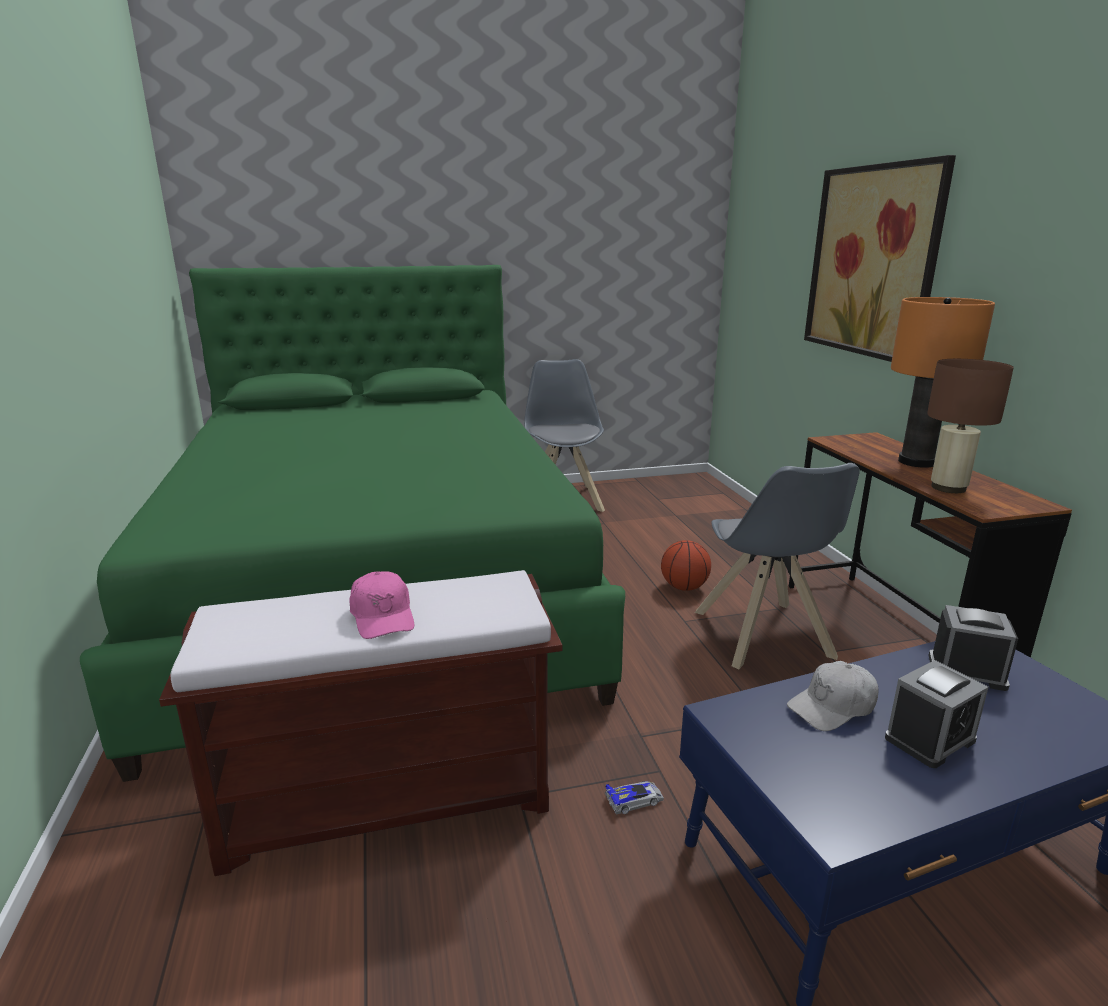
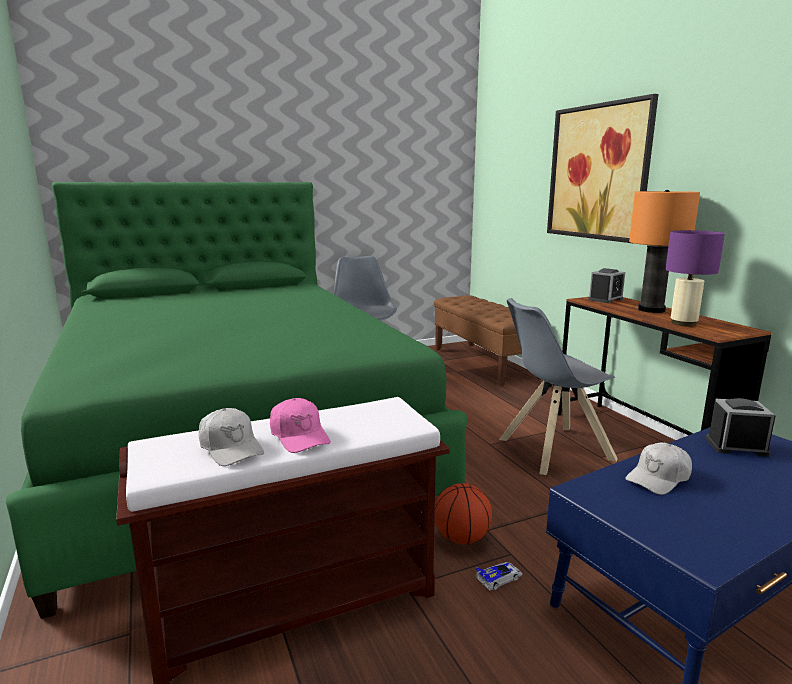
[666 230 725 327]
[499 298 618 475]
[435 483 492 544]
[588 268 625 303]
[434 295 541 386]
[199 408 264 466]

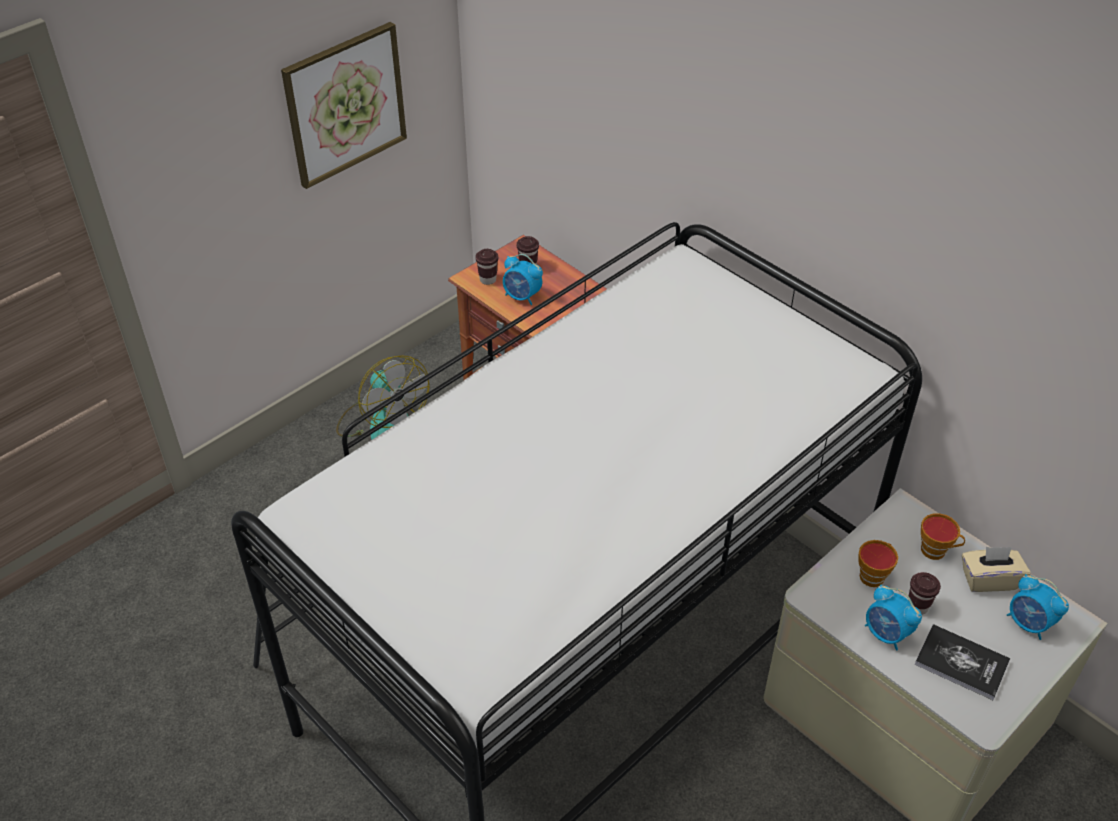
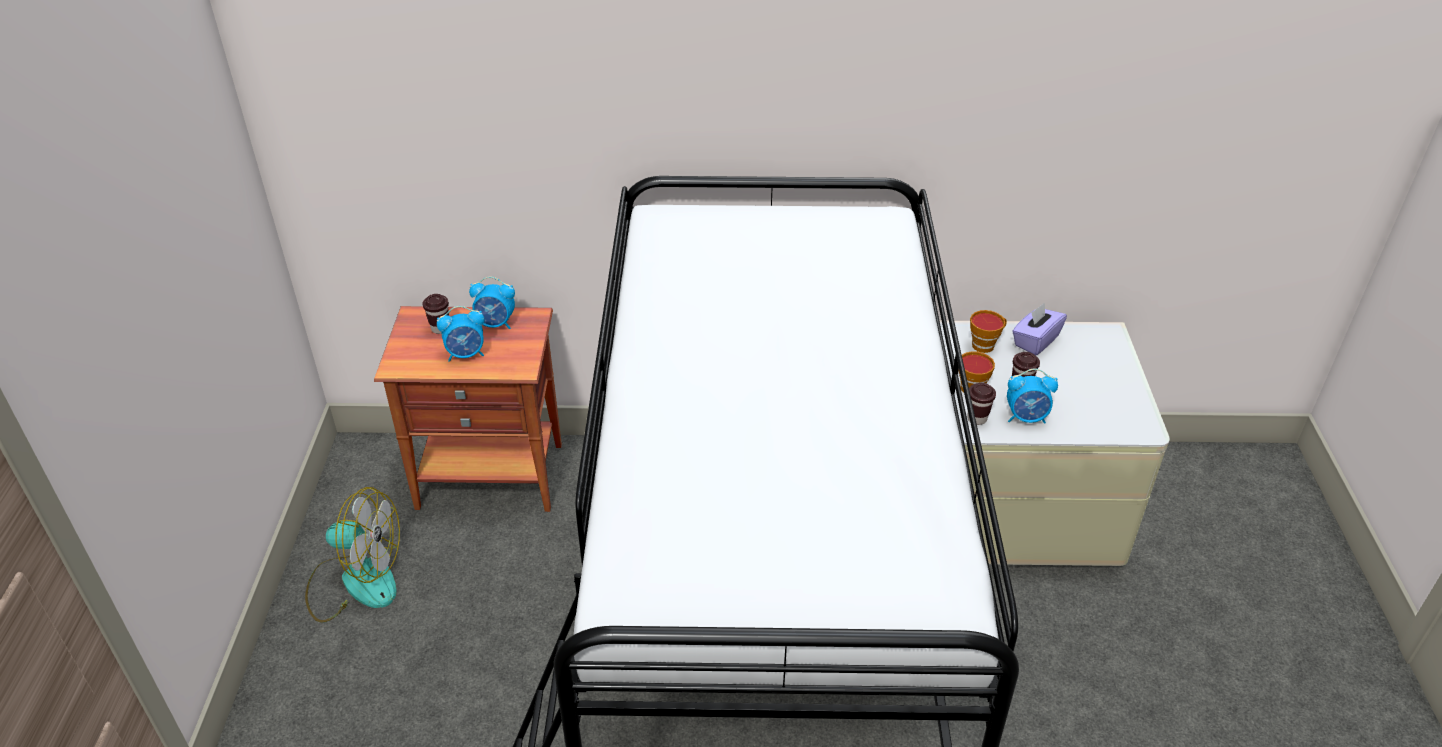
[281 22 407 189] (first image)
[967 383 996 425]
[1012 303 1067 355]
[469 276 515 329]
[914 624 1010 700] (first image)

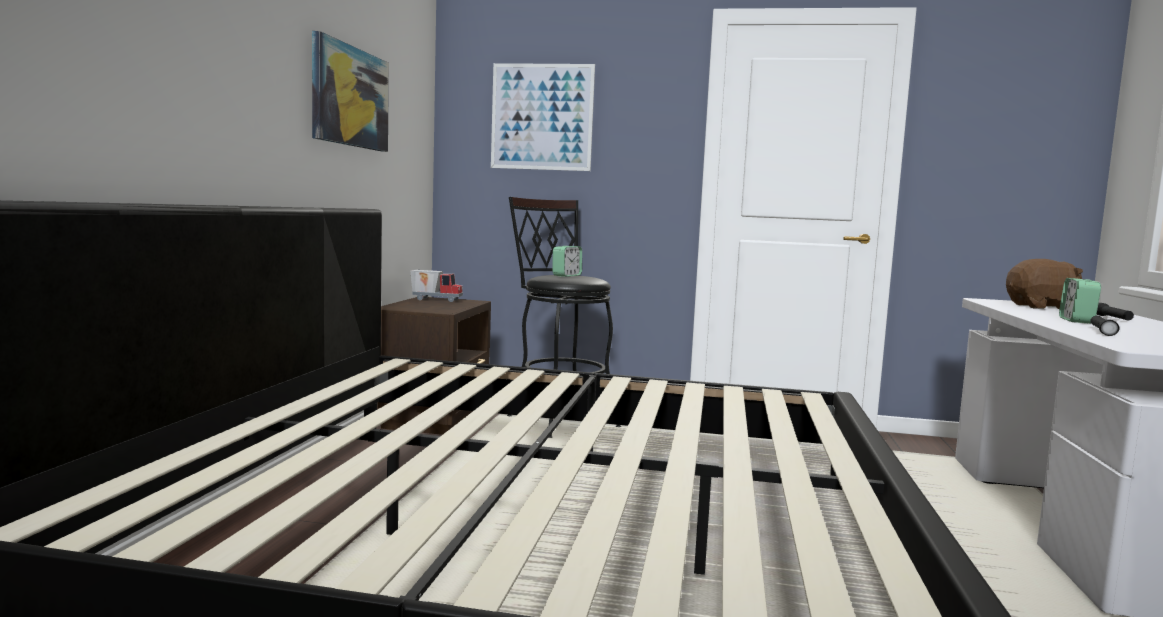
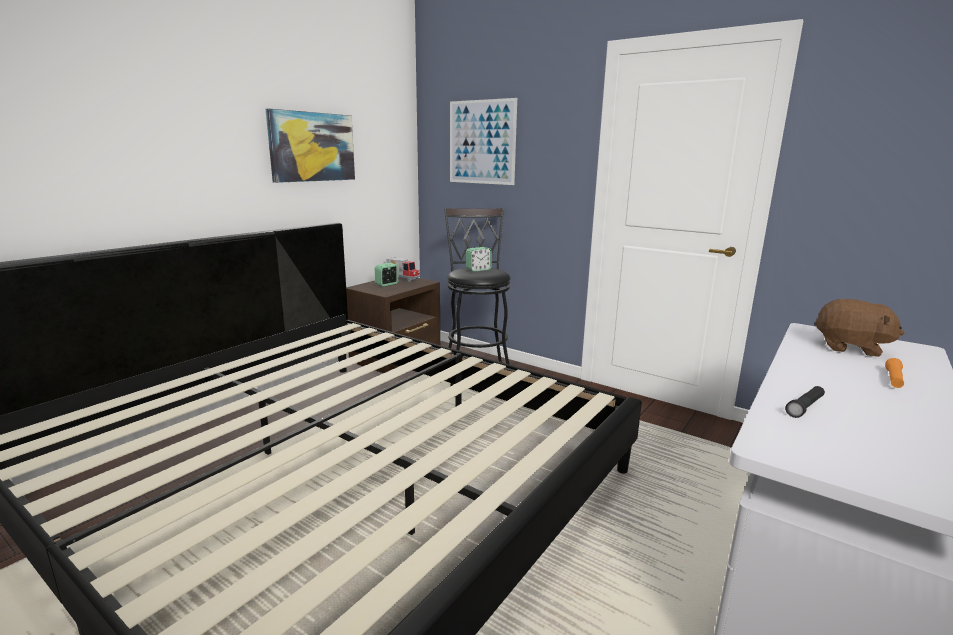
[375 263 399 287]
[885 358 904 388]

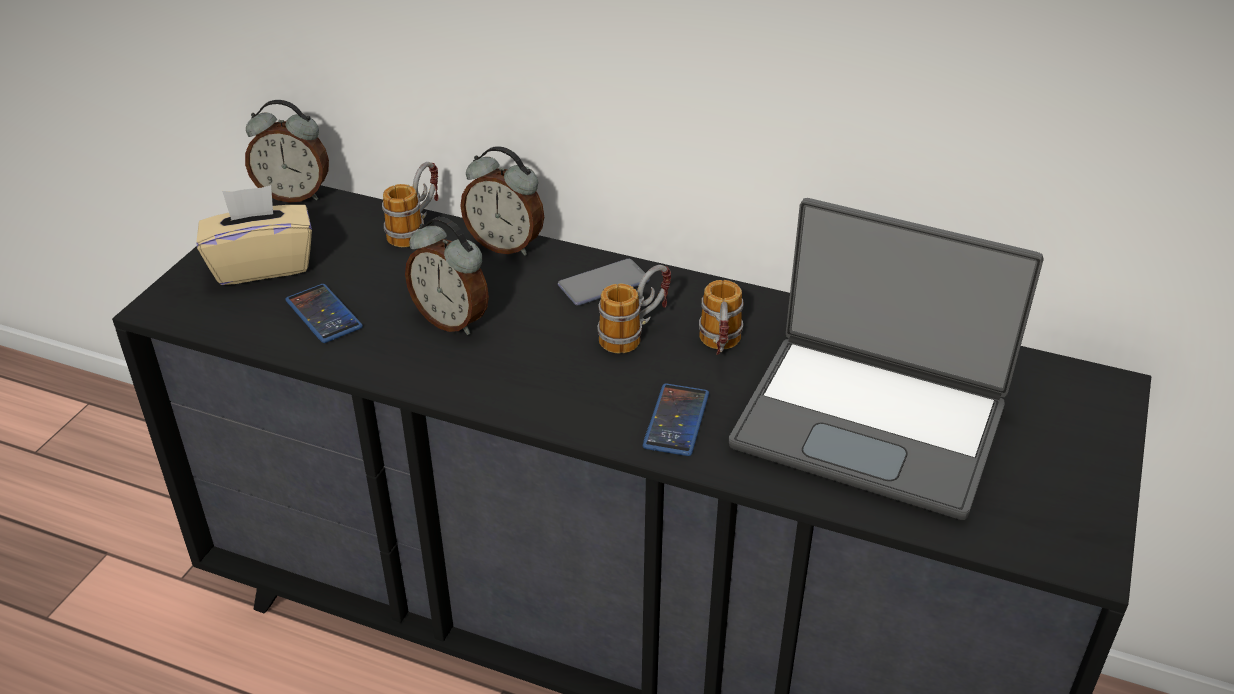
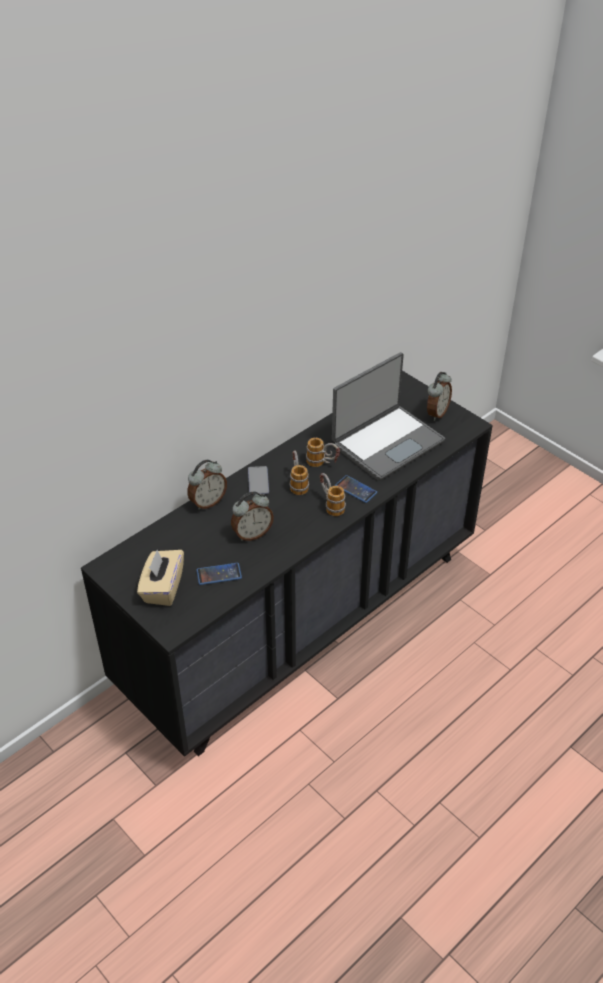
[427 372 452 421]
[320 473 346 516]

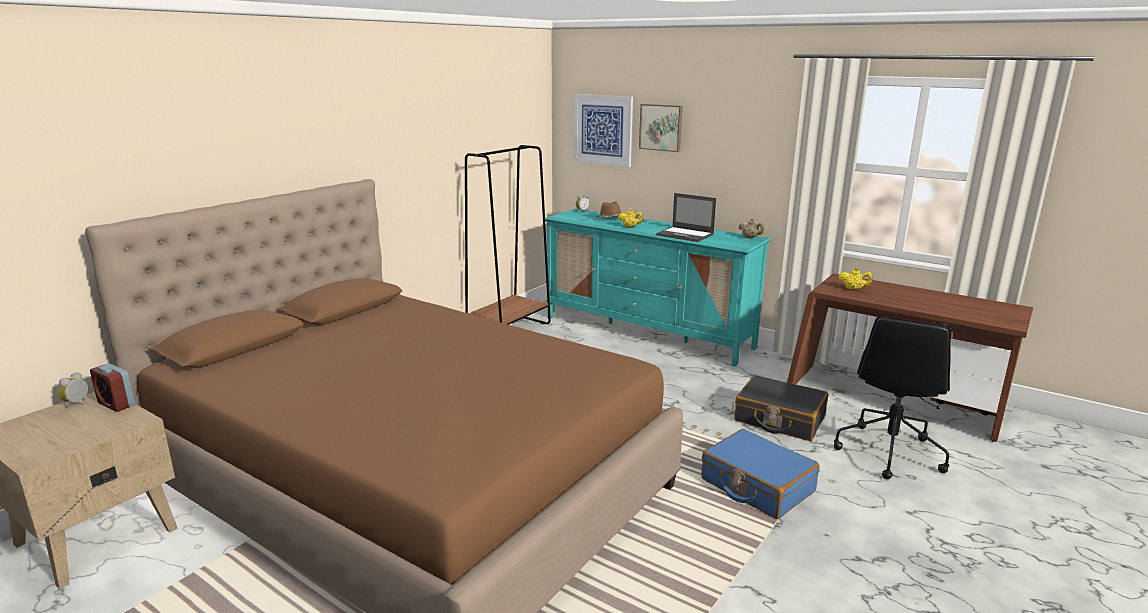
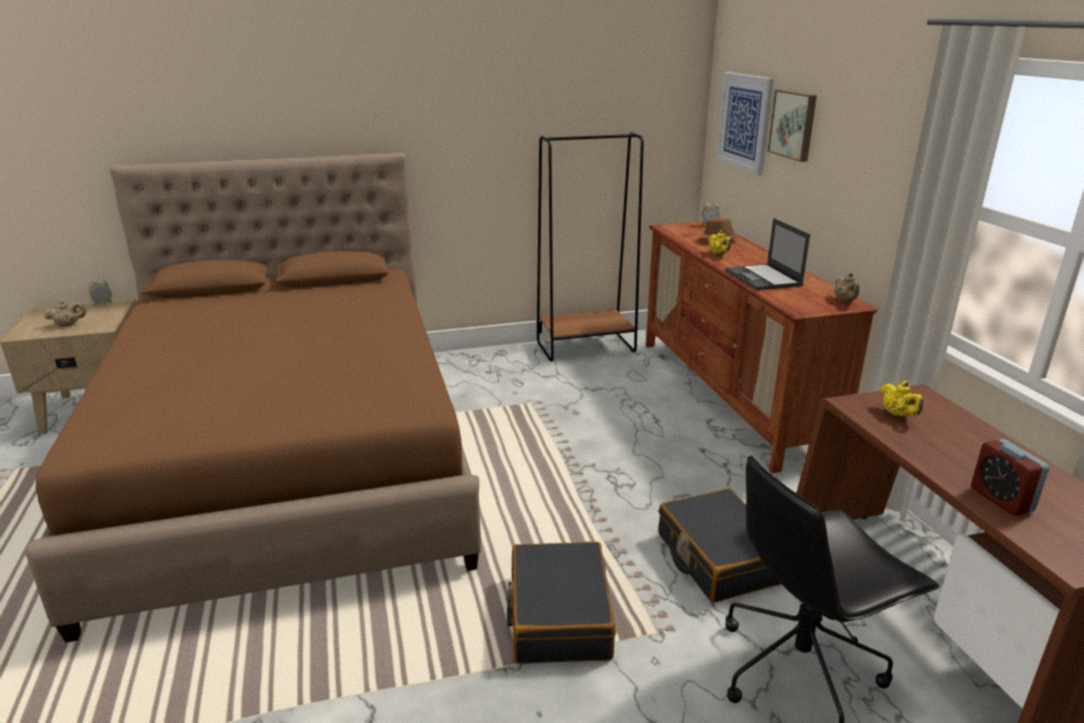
[646 221 878 473]
[971 439 1049 516]
[506 542 616 664]
[44 300 86 327]

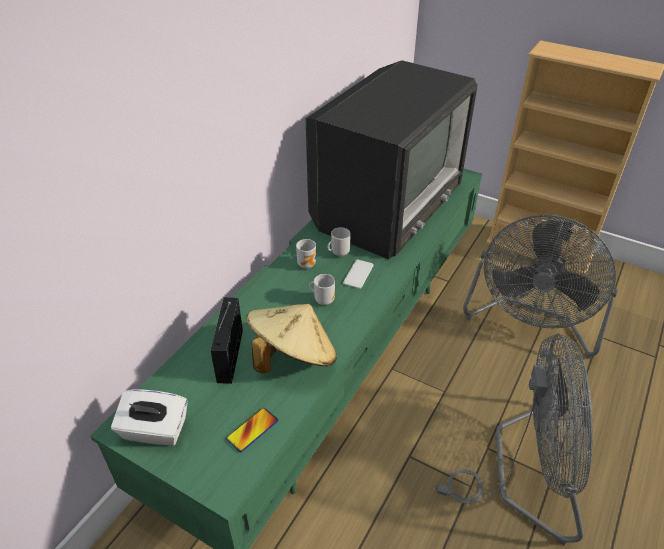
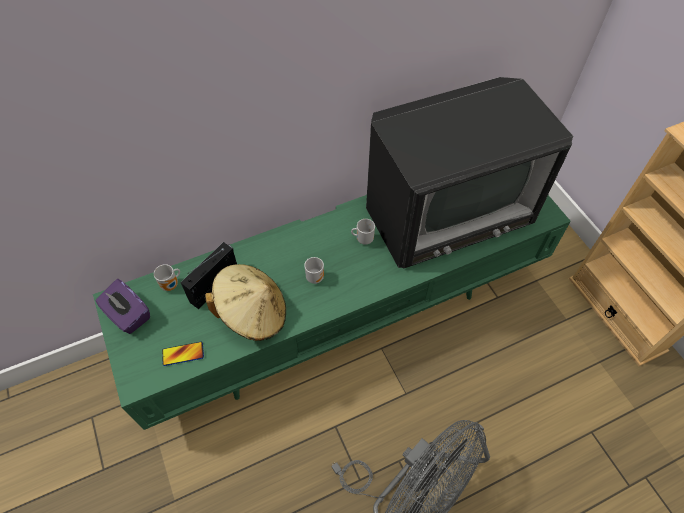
[463 214 618 359] (first image)
[154 264 180 291]
[343 260 374 289] (first image)
[95 279 150 334]

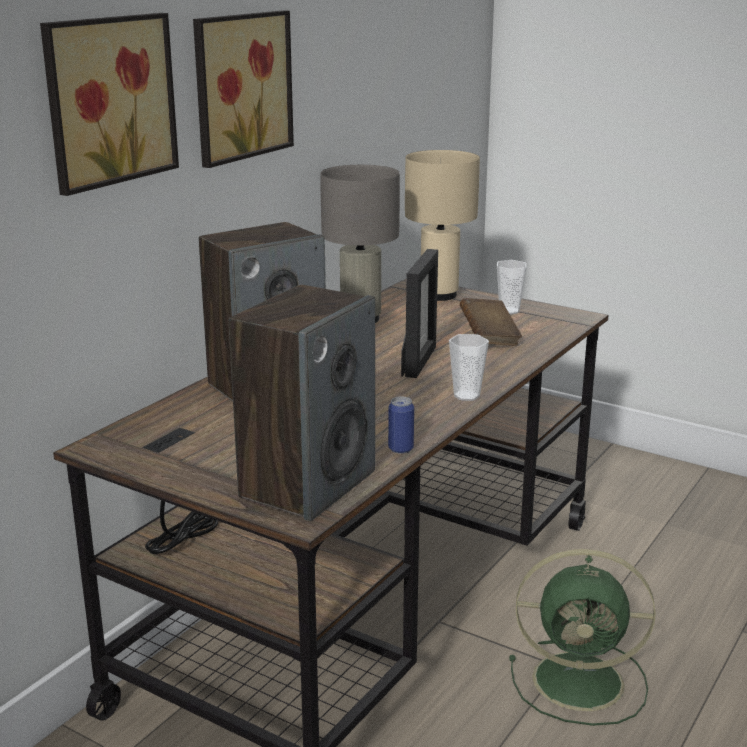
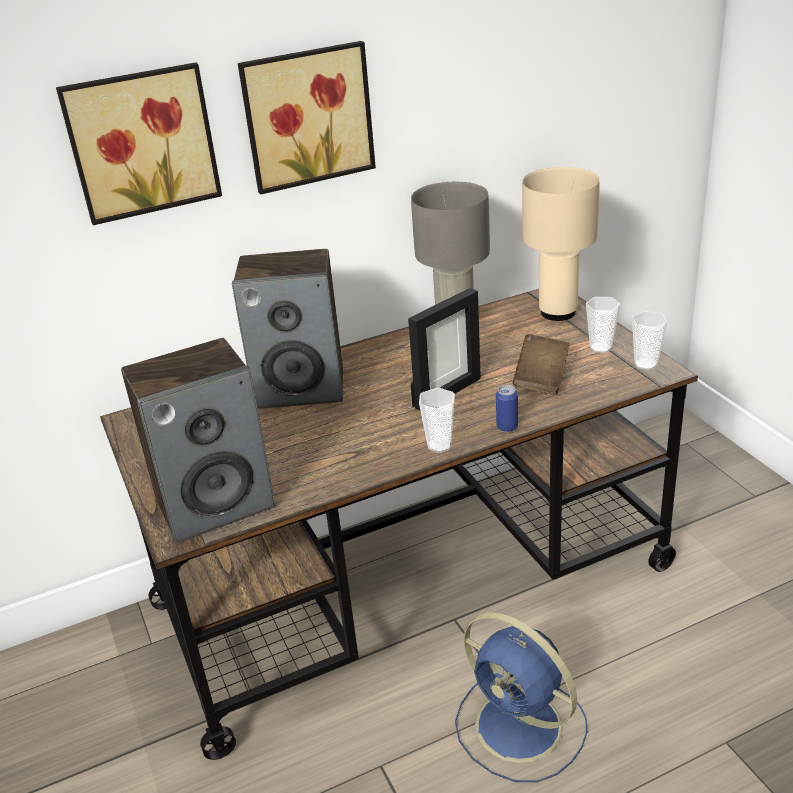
[496 385 518 432]
[455 612 587 782]
[632 311 667 370]

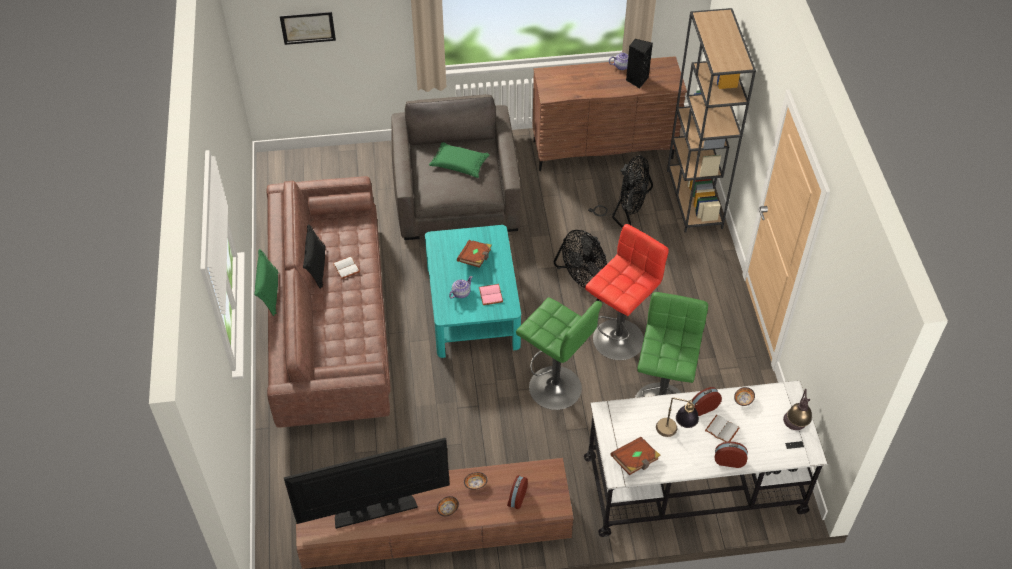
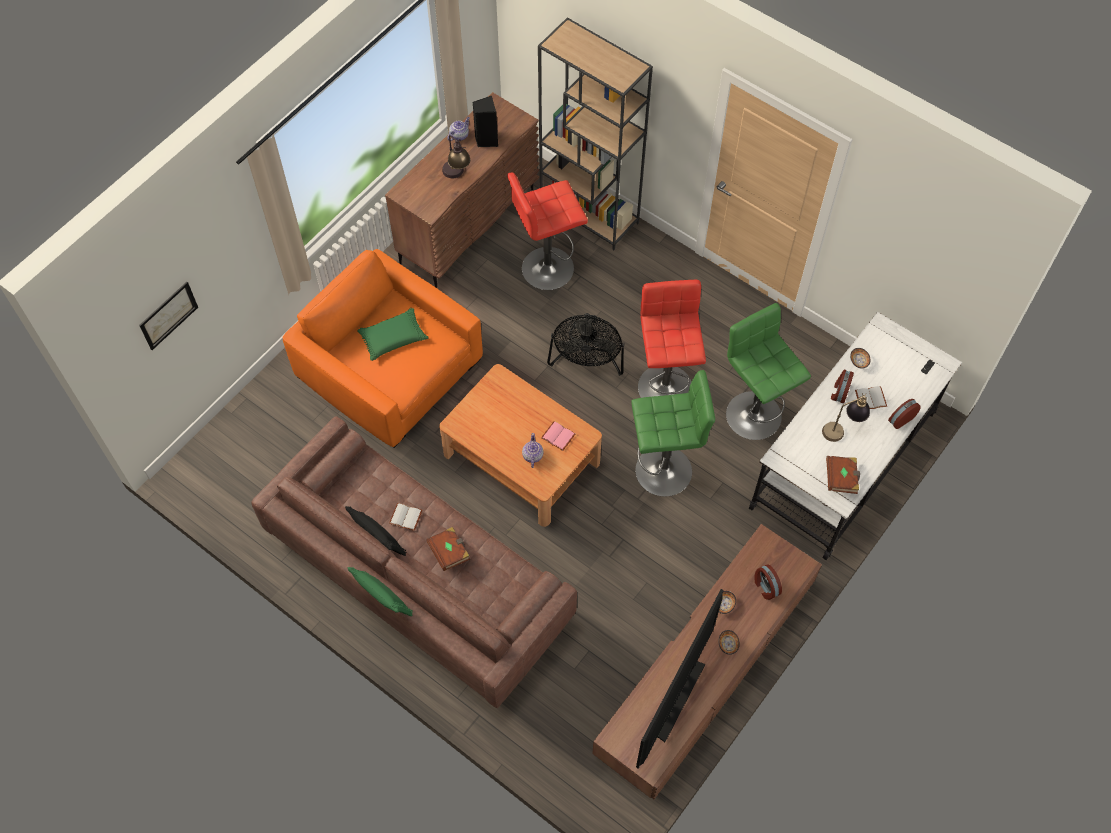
[283 249 483 448]
[507 172 588 290]
[439 364 602 527]
[426 527 470 571]
[442 135 470 178]

